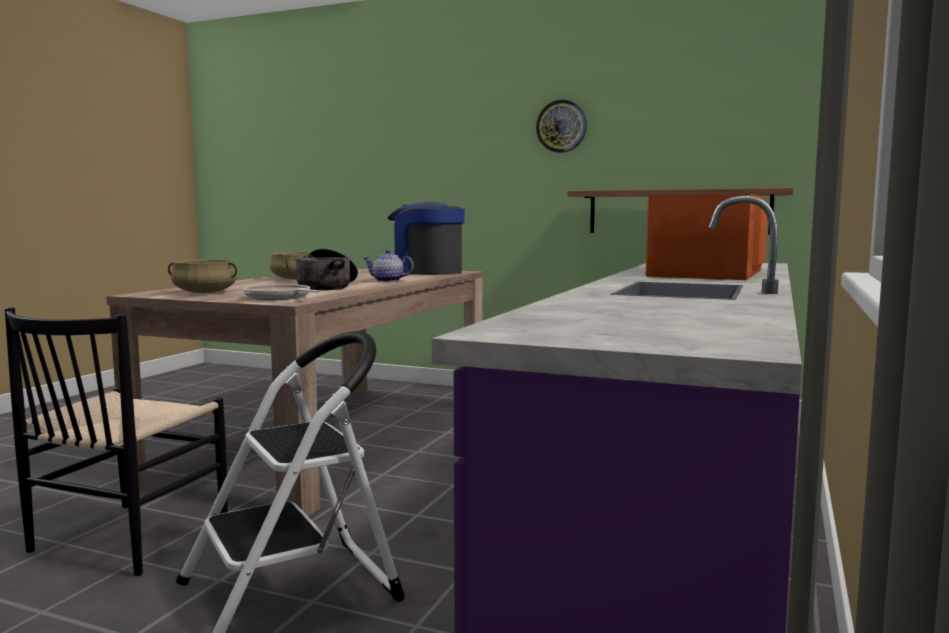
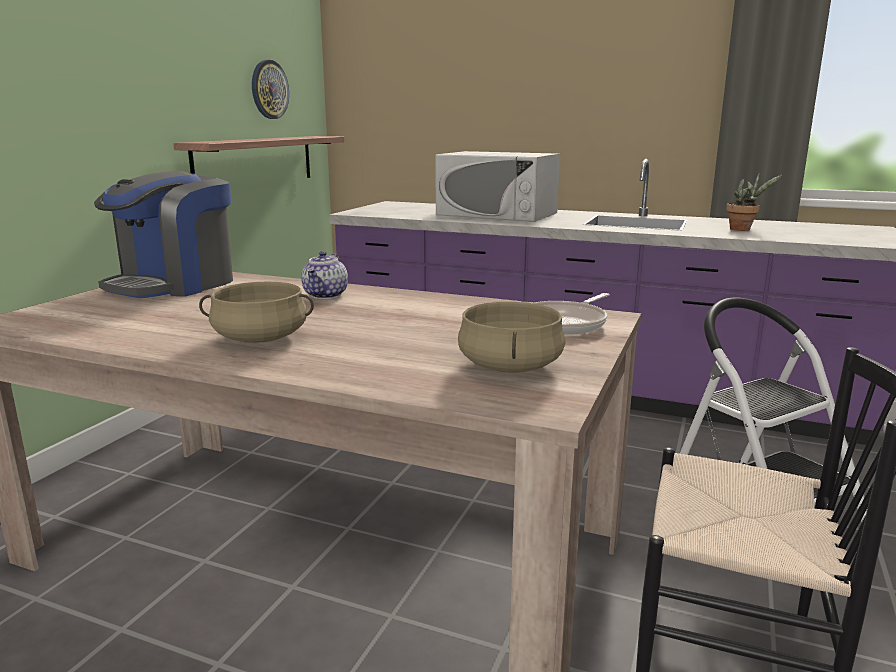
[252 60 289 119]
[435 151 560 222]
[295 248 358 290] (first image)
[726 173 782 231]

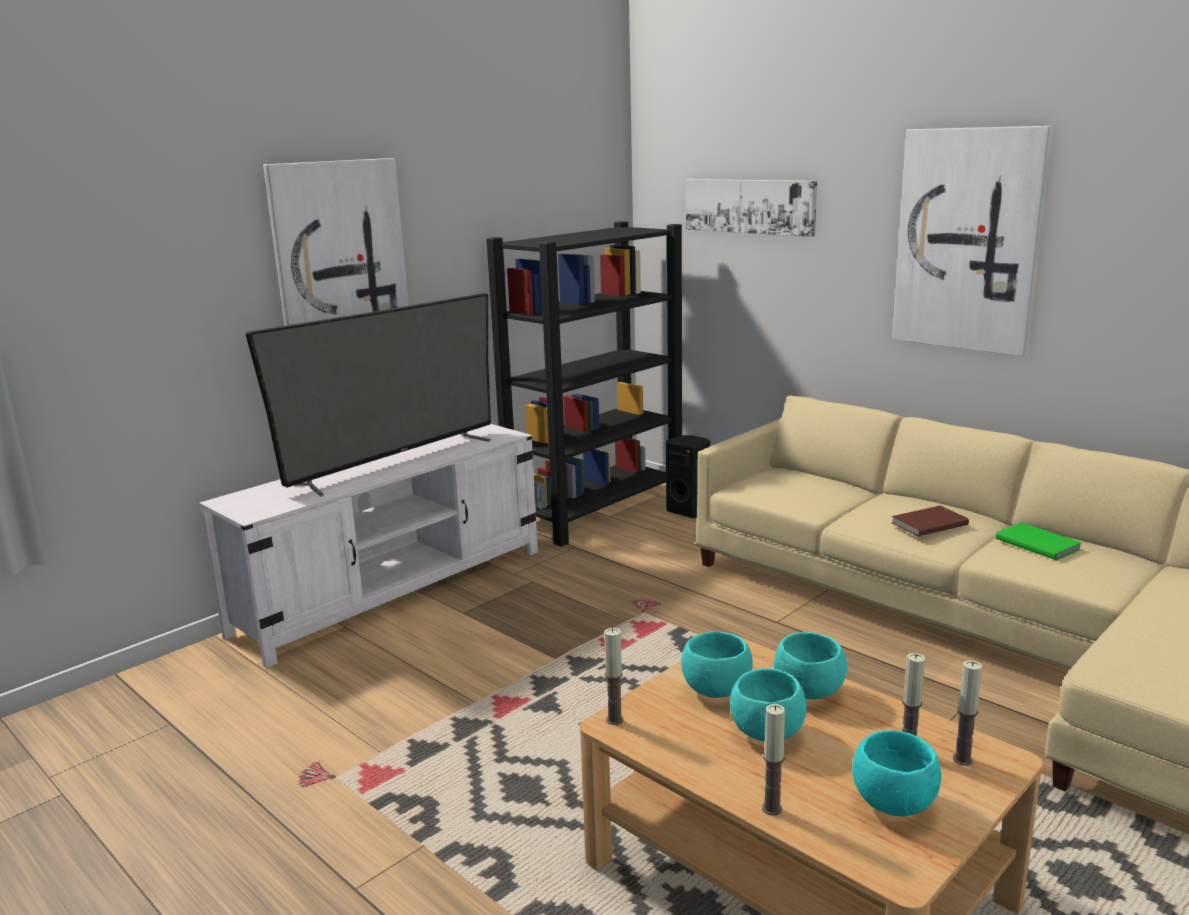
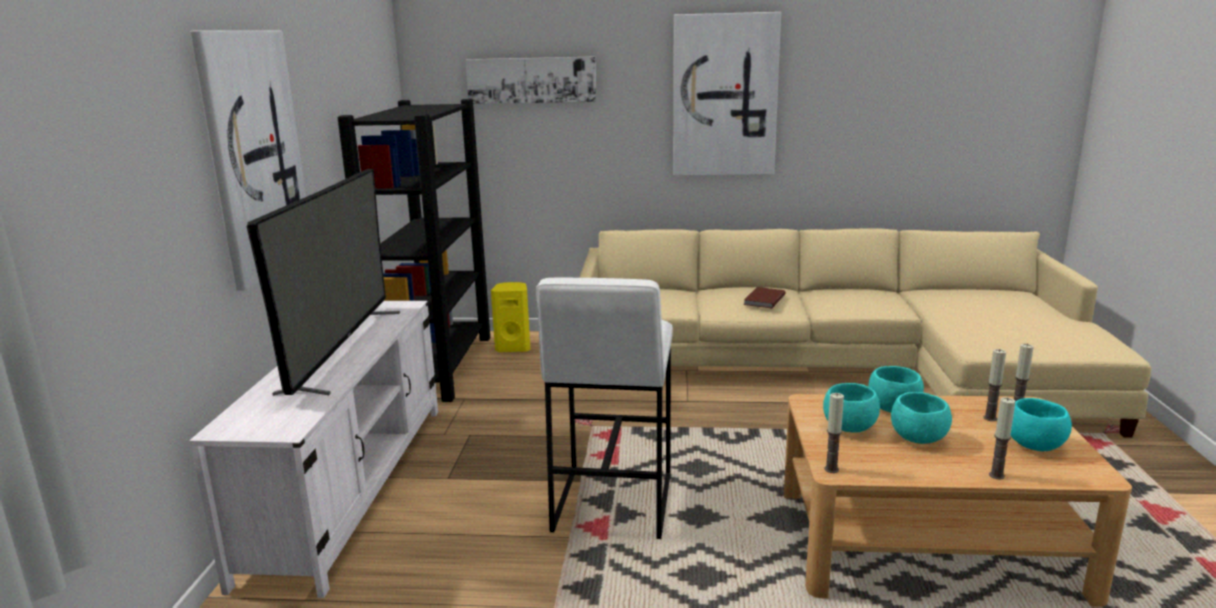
[491 282 531 352]
[996 522 1082 560] (first image)
[536 278 673 539]

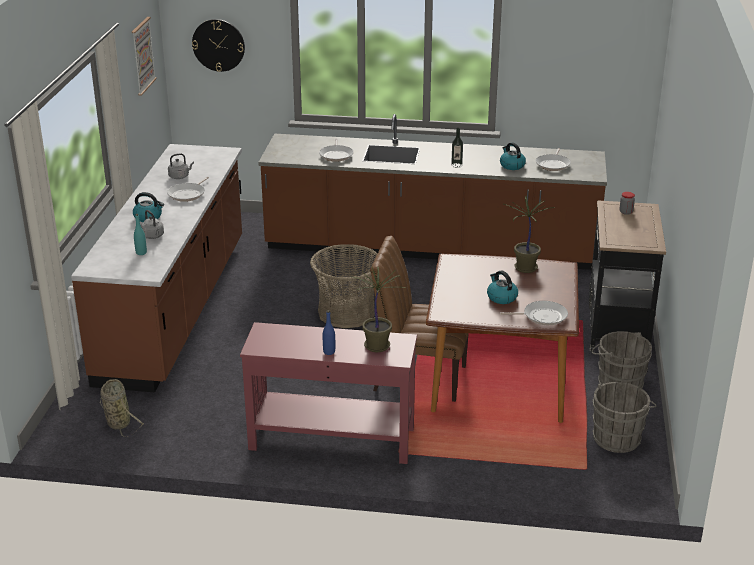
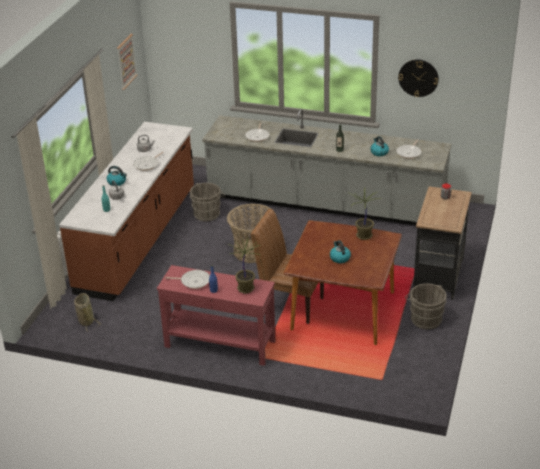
[398 59 439 97]
[202 109 451 226]
[165 270 210 289]
[190 183 225 221]

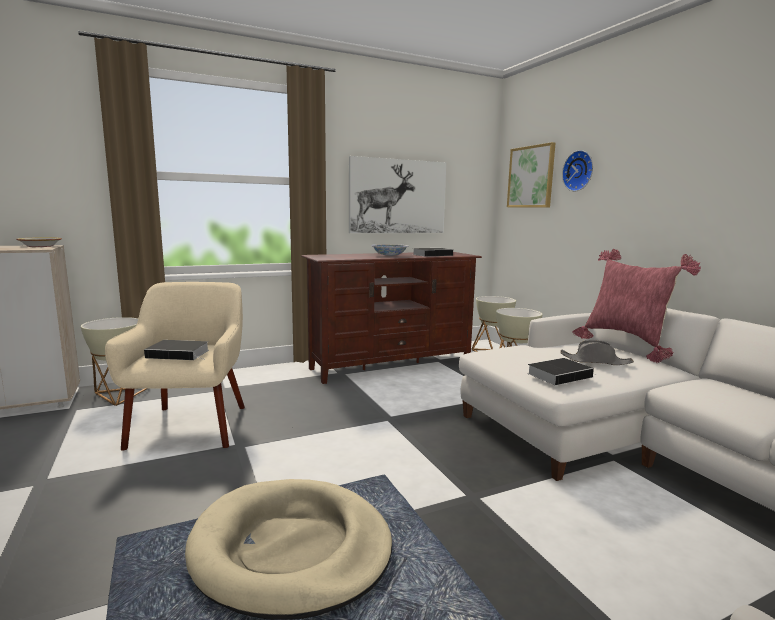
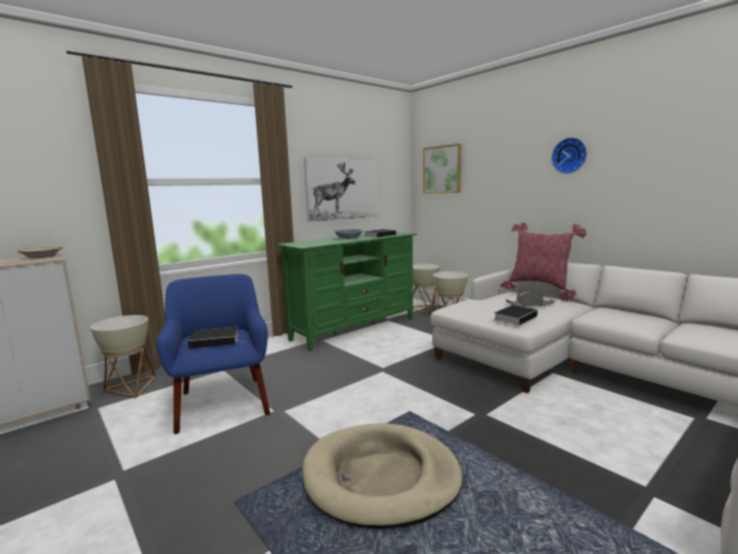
[551 137 587 174]
[276 232 417 351]
[156 274 270 434]

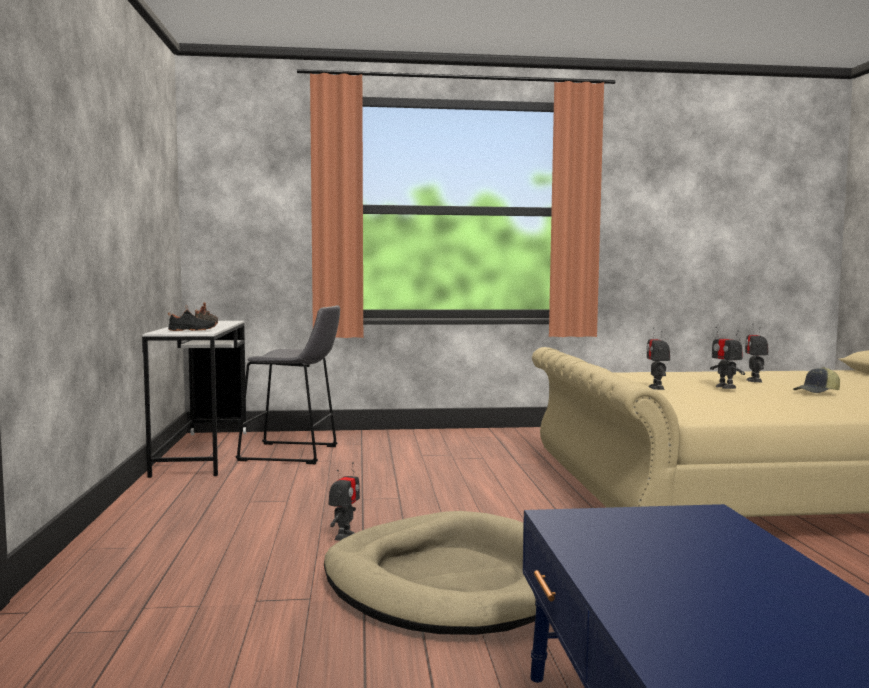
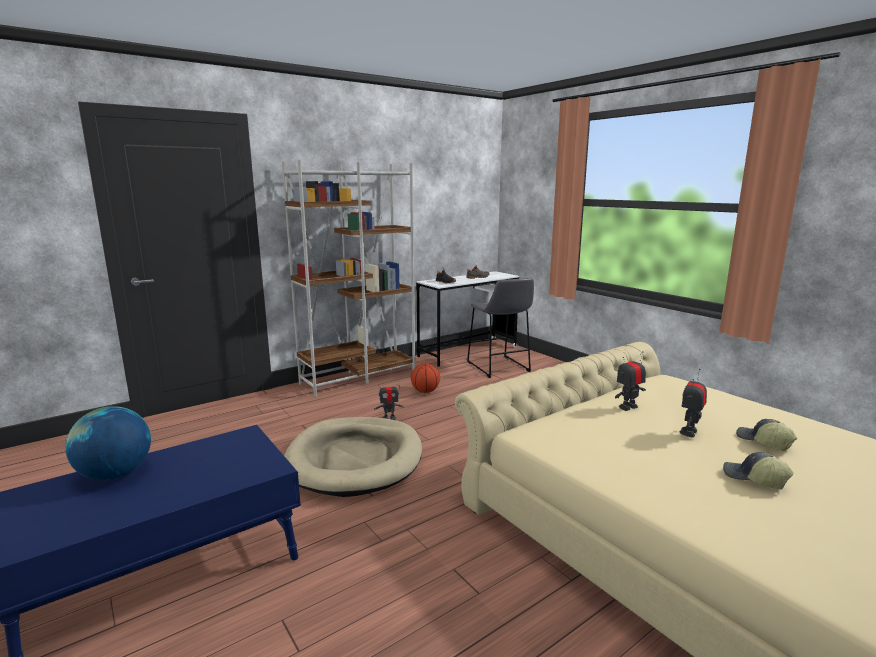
[736 419 797 451]
[282 160 415 397]
[411 363 440 393]
[65 406 151 480]

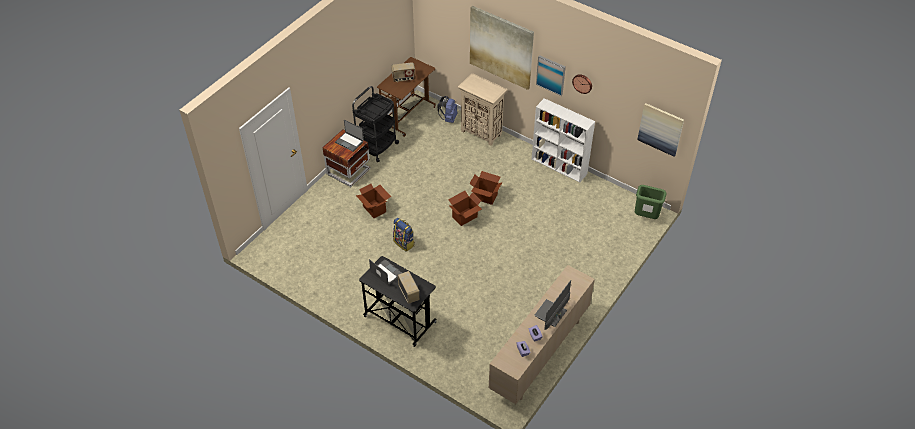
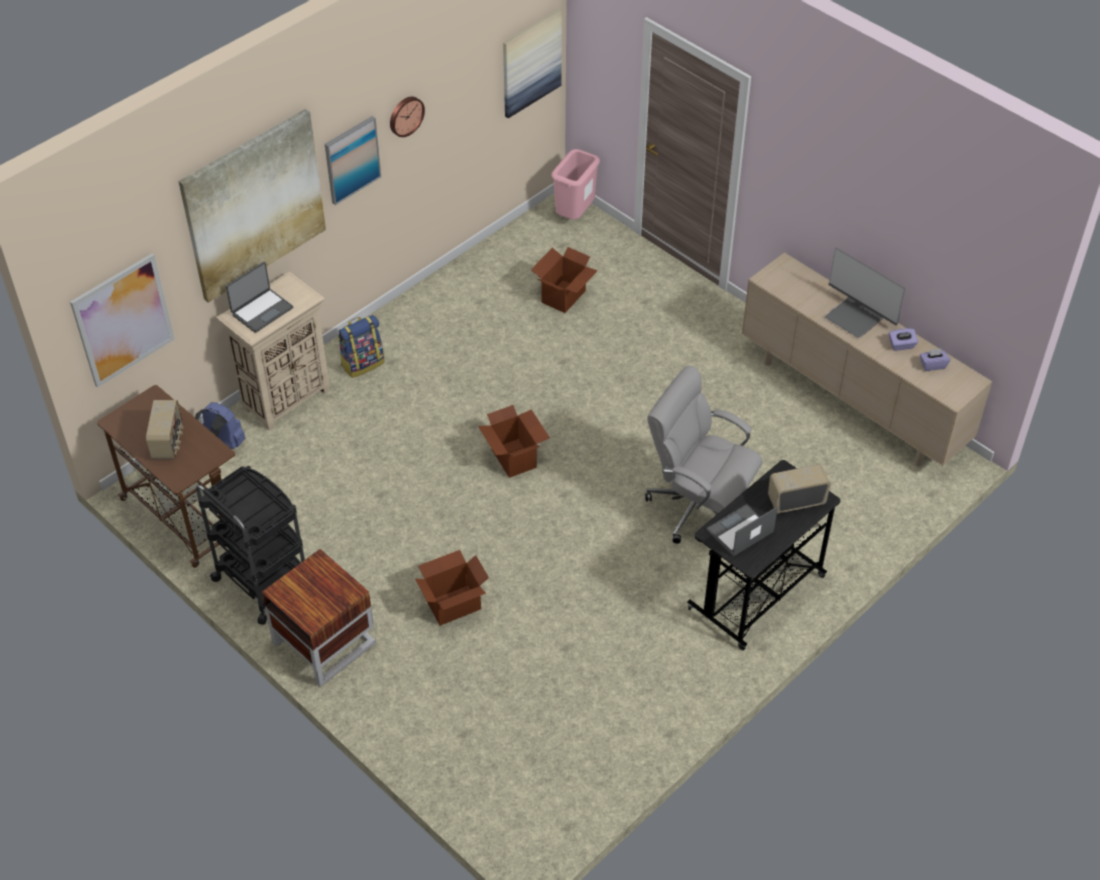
[532 98 595 183] (first image)
[226 262 293 333]
[531 247 598 313]
[551 149 600 219]
[338 315 384 378]
[70 254 175 388]
[645 366 762 544]

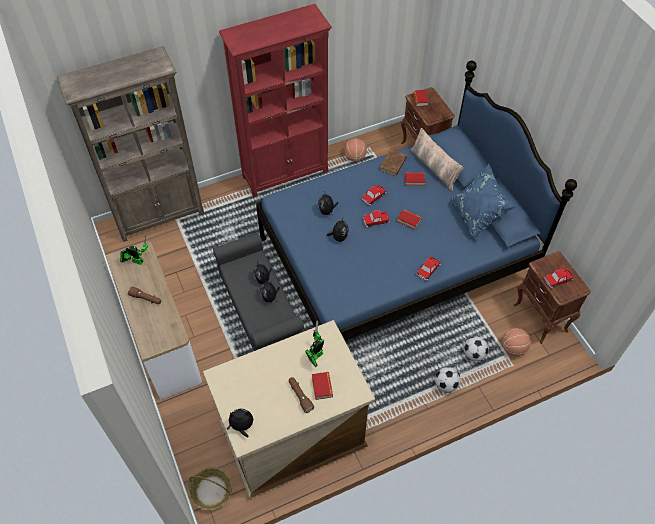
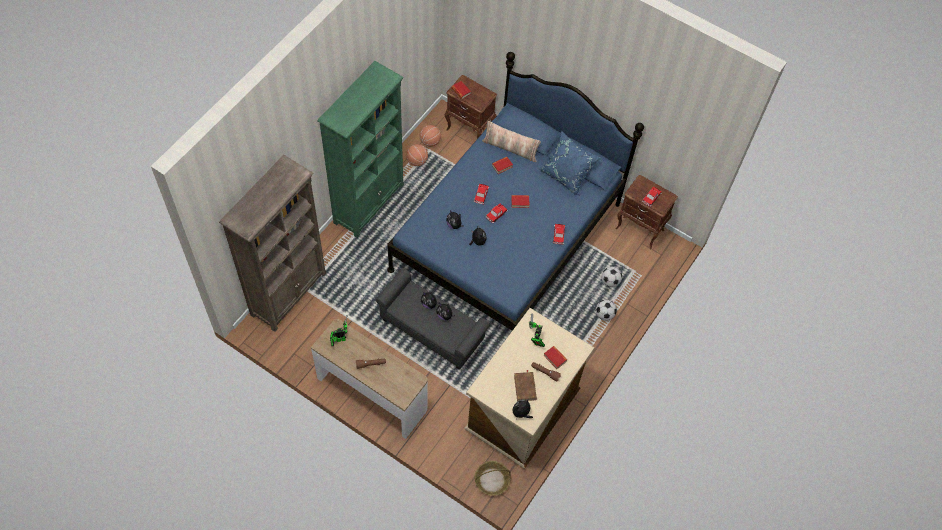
[317 61 404 238]
[514 370 537 402]
[420 125 441 147]

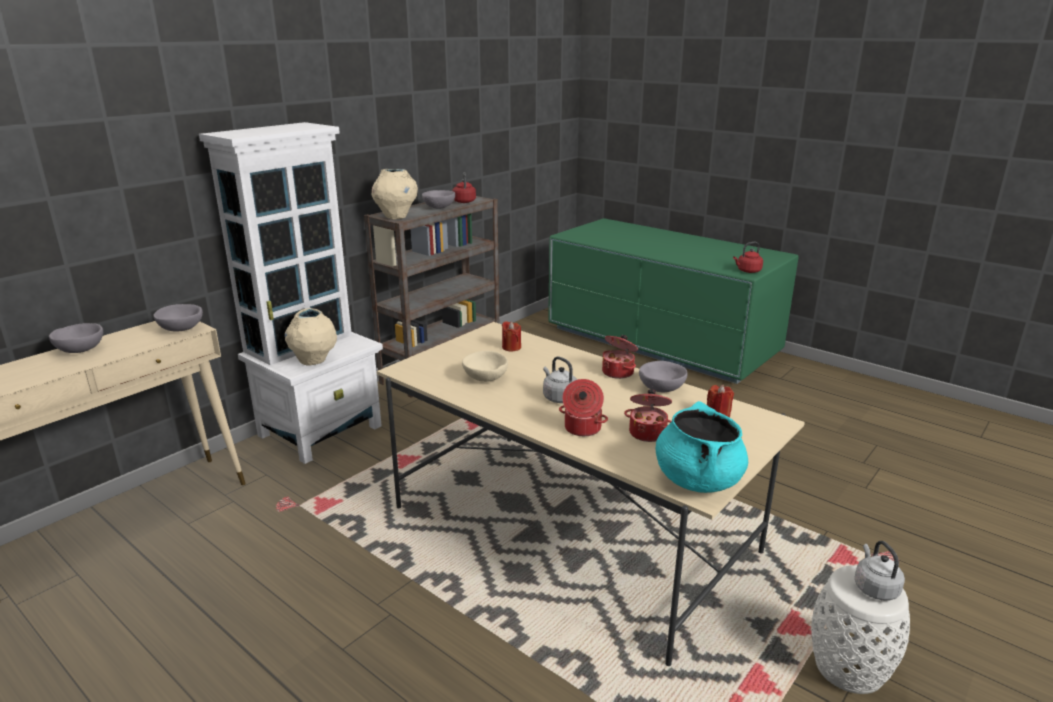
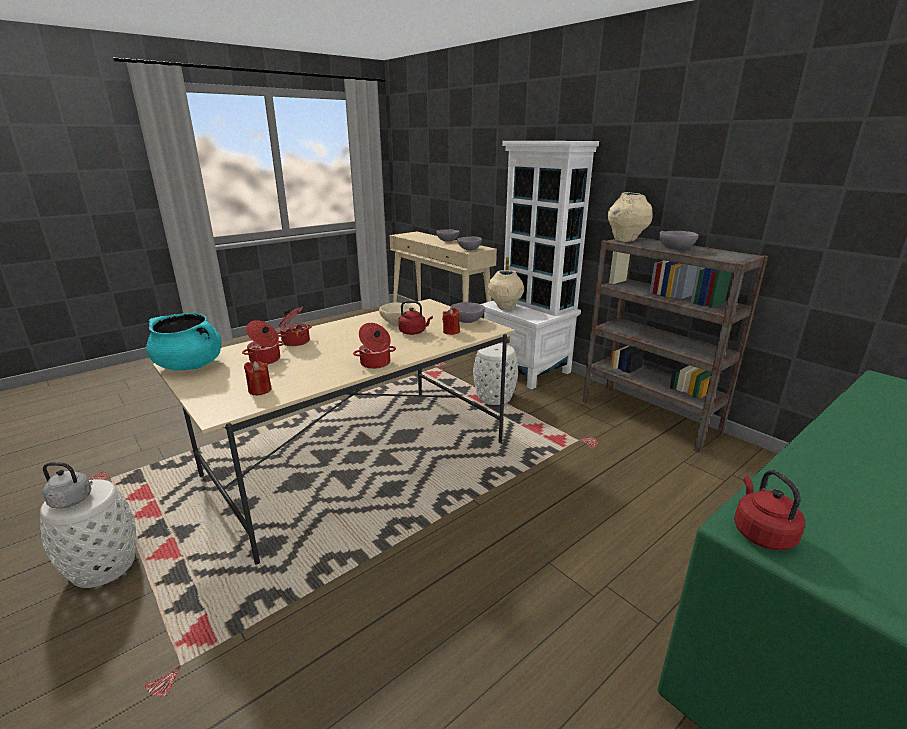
[398 300 433 335]
[543 356 577 403] (first image)
[450 302 485 323]
[473 343 518 405]

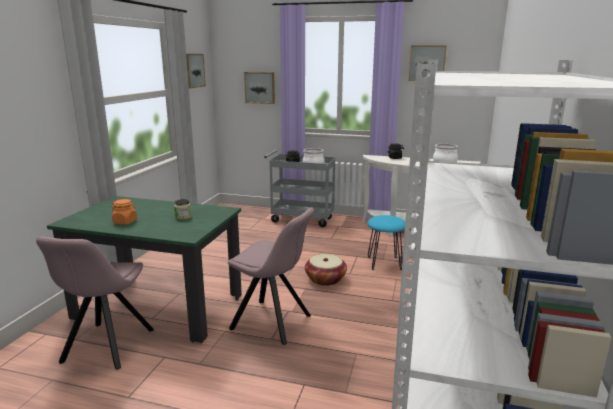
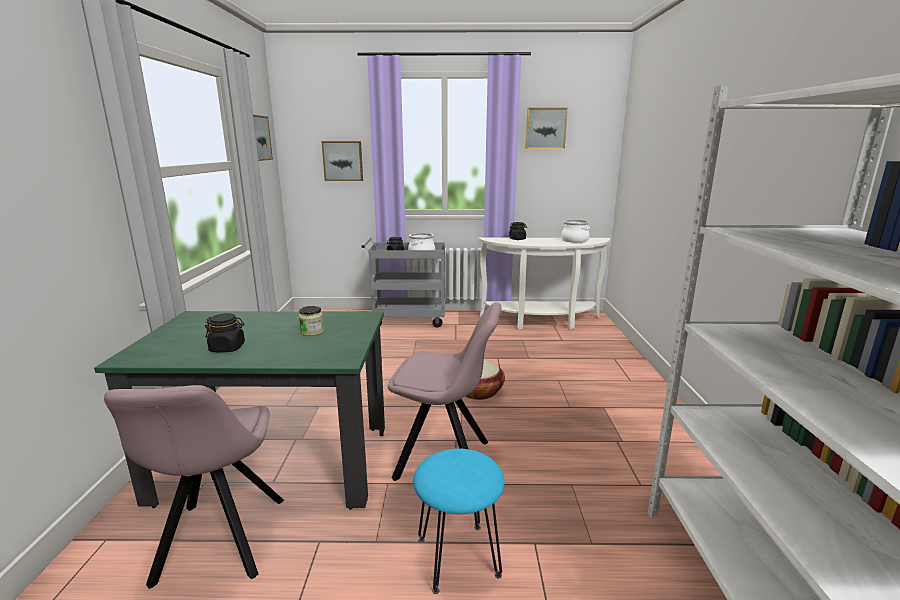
[205 313 245 352]
[413 448 505 594]

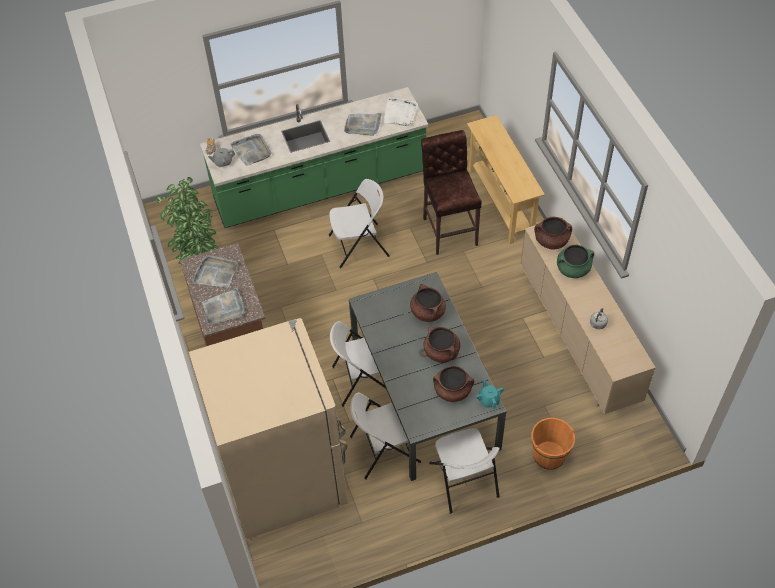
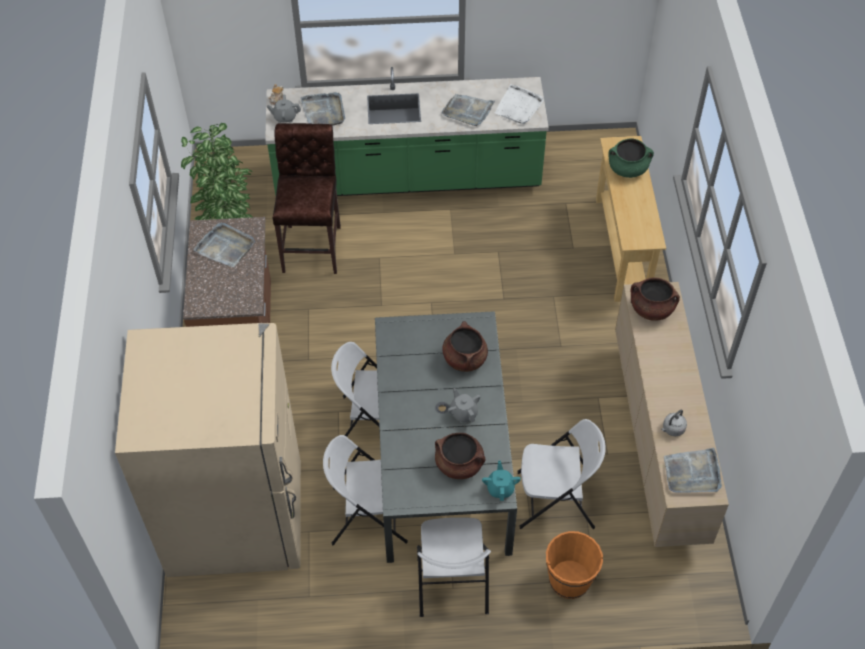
[273 123 341 274]
[517 419 606 529]
[608 138 654 178]
[664 448 722 493]
[448 388 481 423]

